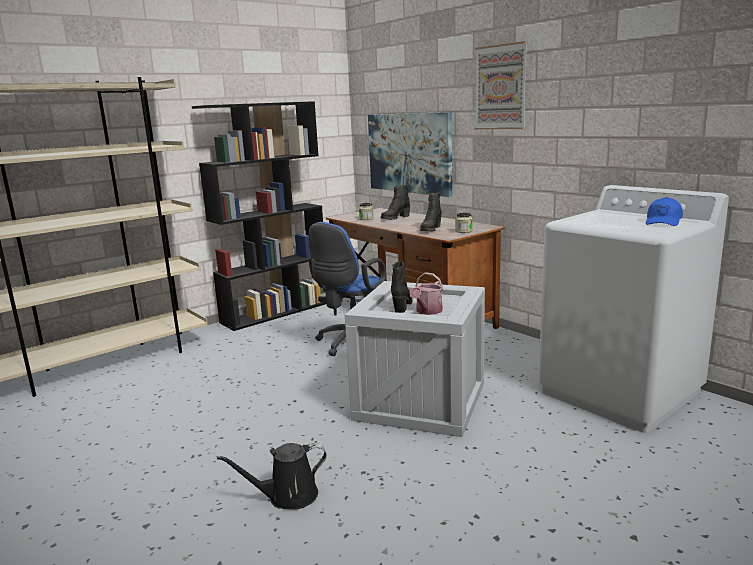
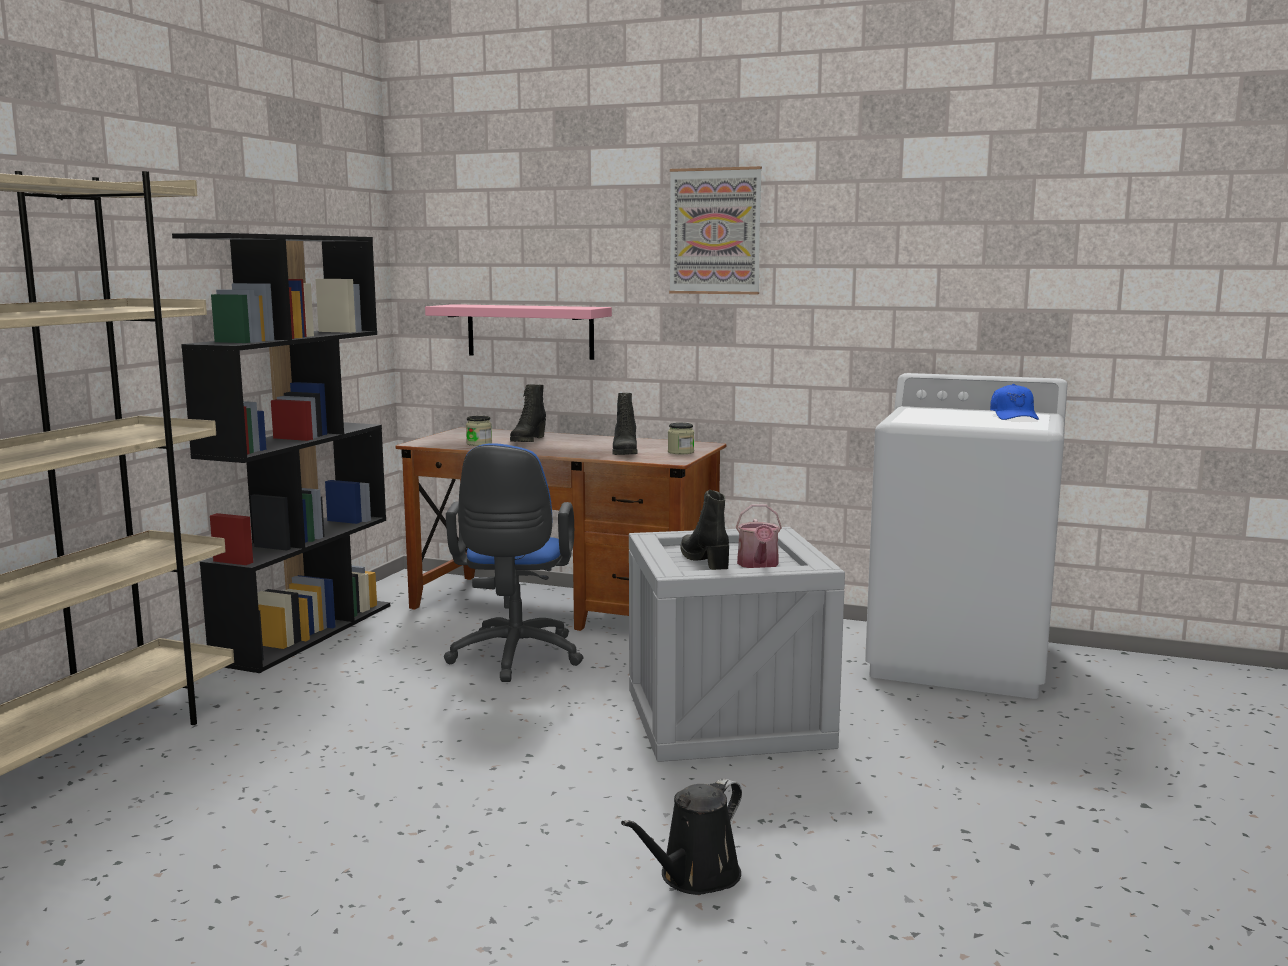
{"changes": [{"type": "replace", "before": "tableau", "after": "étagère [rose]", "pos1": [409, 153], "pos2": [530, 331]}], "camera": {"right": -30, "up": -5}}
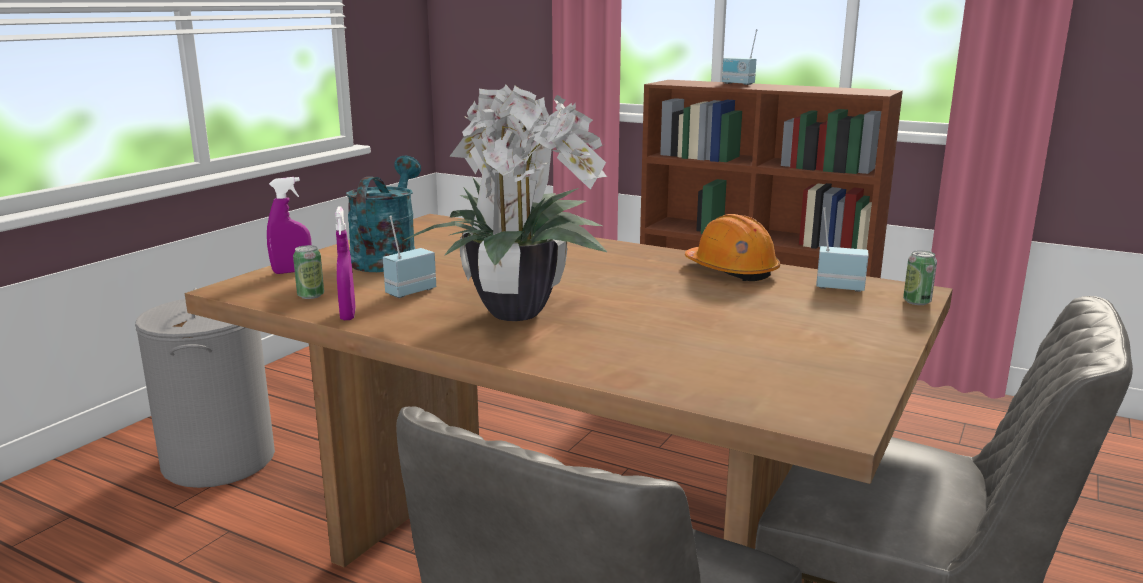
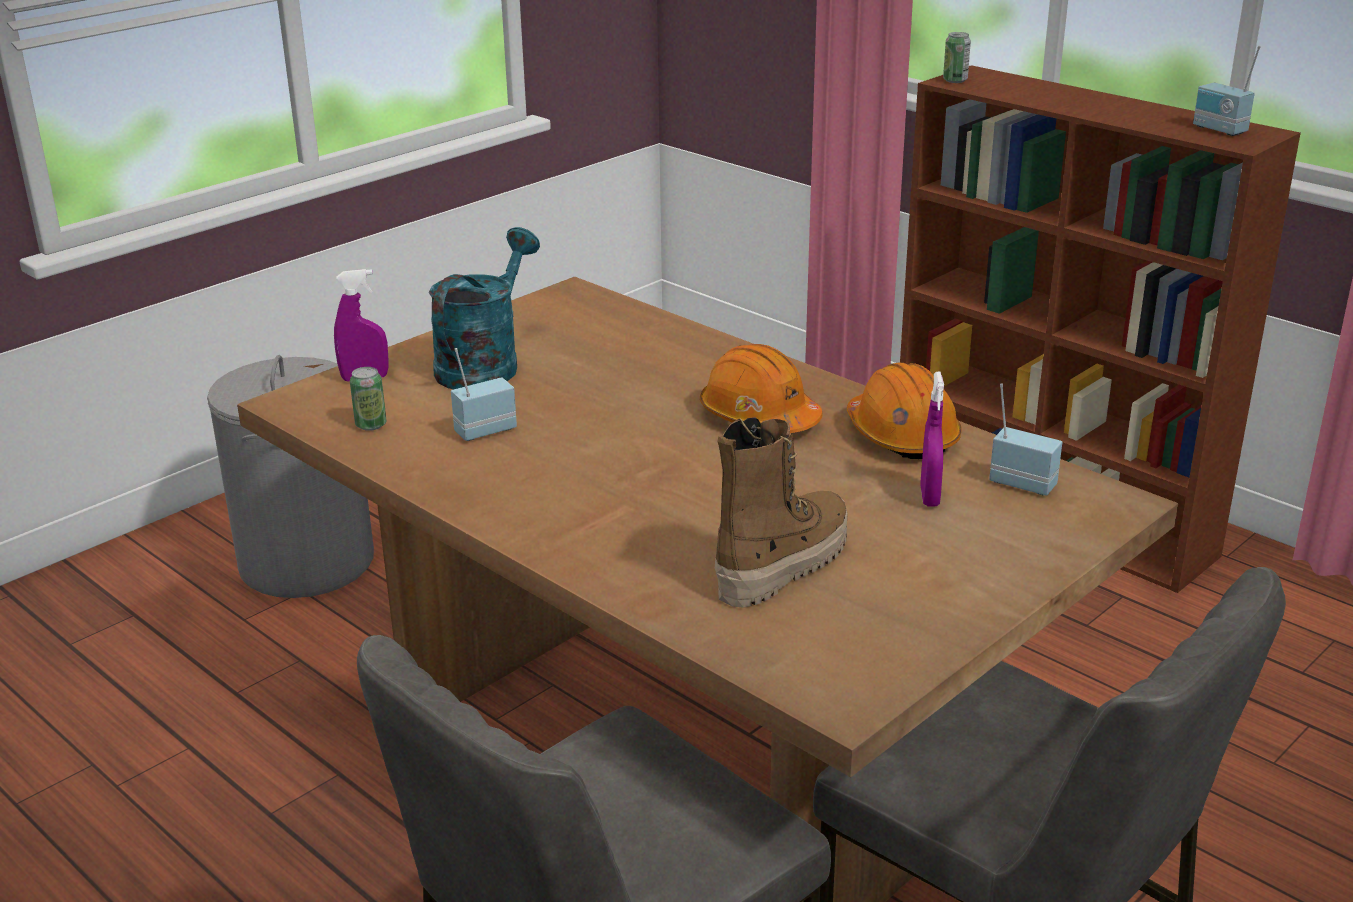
{"changes": [{"type": "insert", "after": "casque de chantier [orange]", "pos2": [759, 417]}, {"type": "insert", "after": "botte", "pos2": [781, 565]}, {"type": "move", "before": "vaporisateur [violet]", "pos1": [348, 315], "pos2": [929, 496]}, {"type": "move", "before": "boîte métallique", "pos1": [917, 302], "pos2": [955, 80]}, {"type": "move", "before": "radio", "pos1": [737, 84], "pos2": [1218, 130]}, {"type": "delete", "before": "plante en pot", "pos1": [513, 310]}], "camera": {"right": 15, "up": 10}}
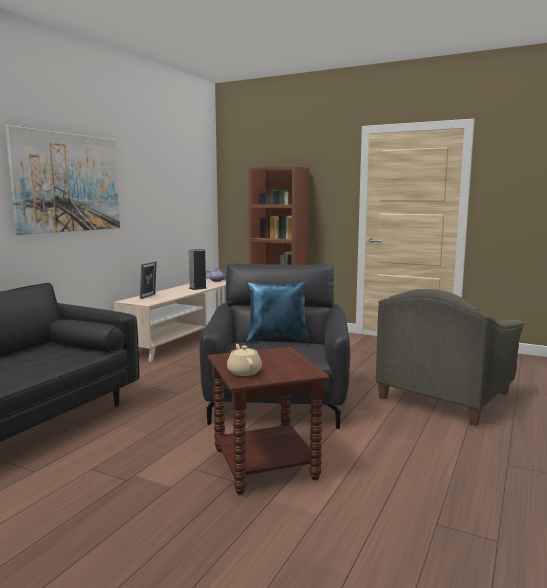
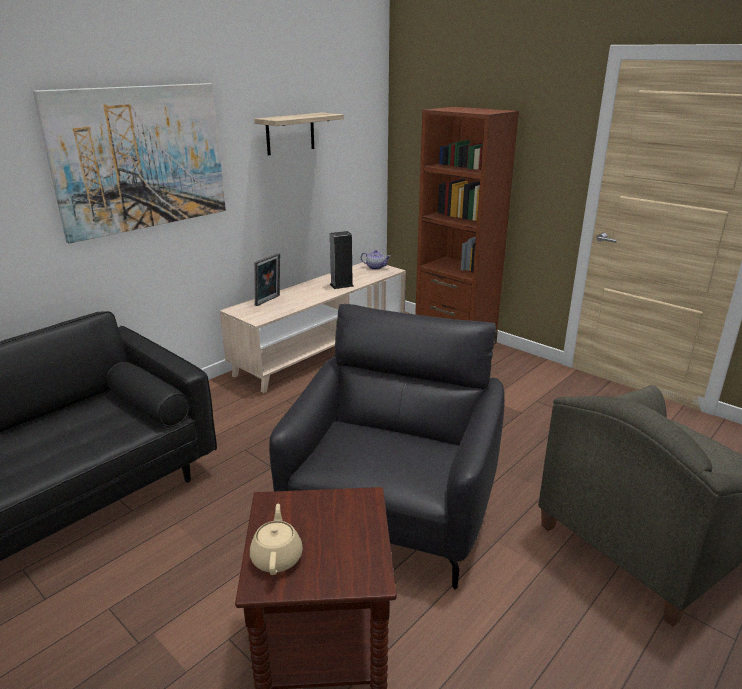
{"changes": [{"type": "insert", "after": "étagère", "pos2": [290, 133]}, {"type": "delete", "before": "coussin [bleu]", "pos1": [277, 340]}], "camera": {"right": 15, "up": 15}}
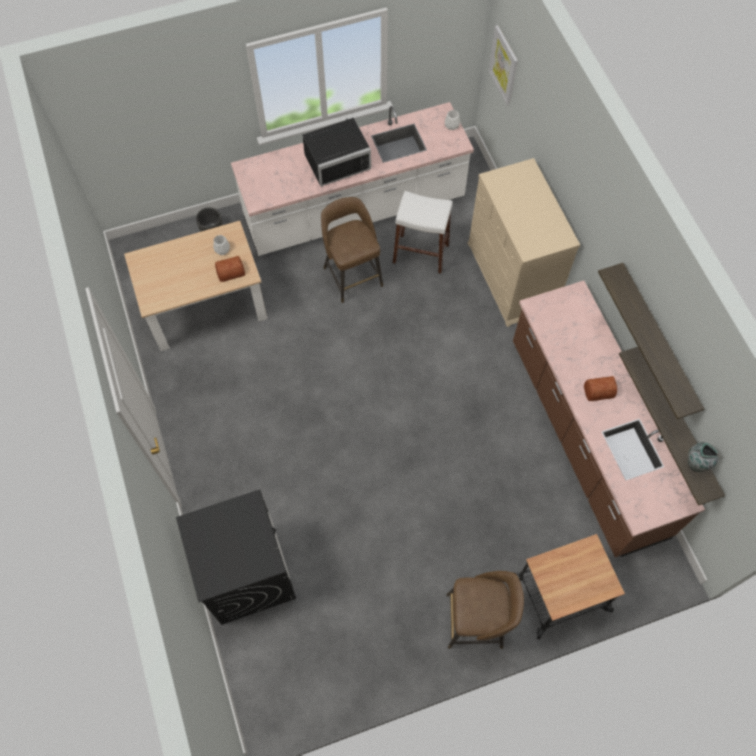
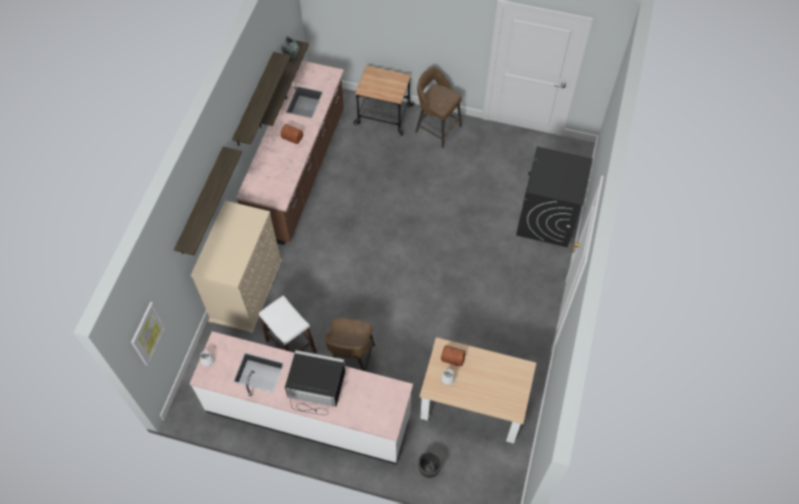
{"changes": [{"type": "insert", "after": "étagère", "pos2": [201, 202]}], "camera": {"right": -145, "up": -5}}
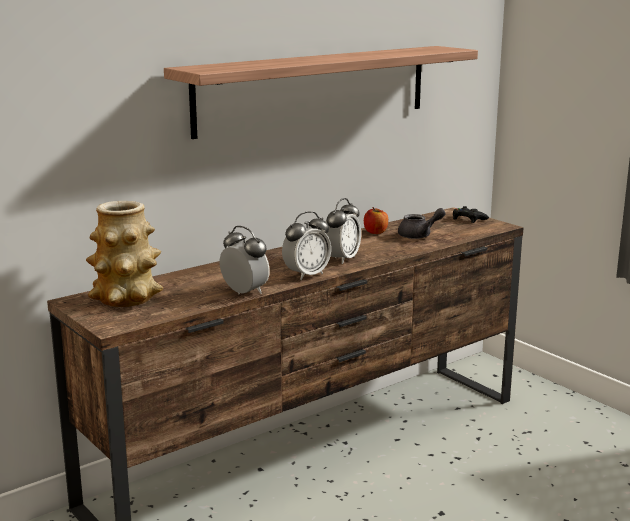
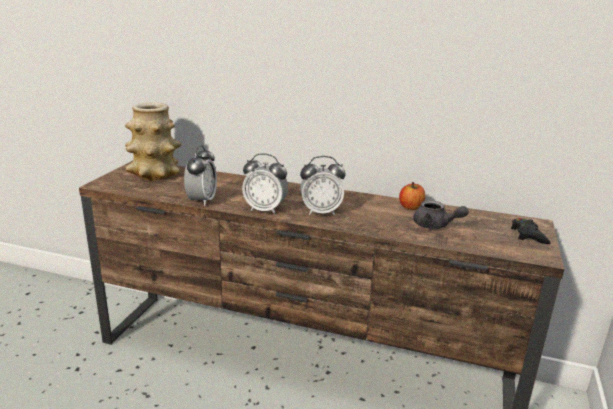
{"changes": [{"type": "delete", "before": "étagère", "pos1": [315, 89]}], "camera": {"right": 55, "up": 5}}
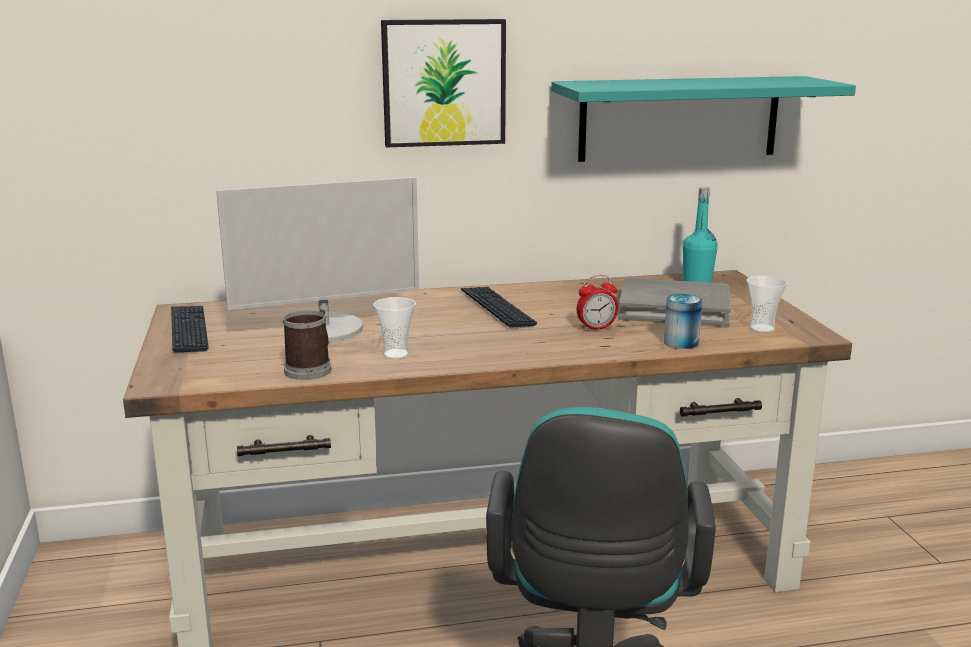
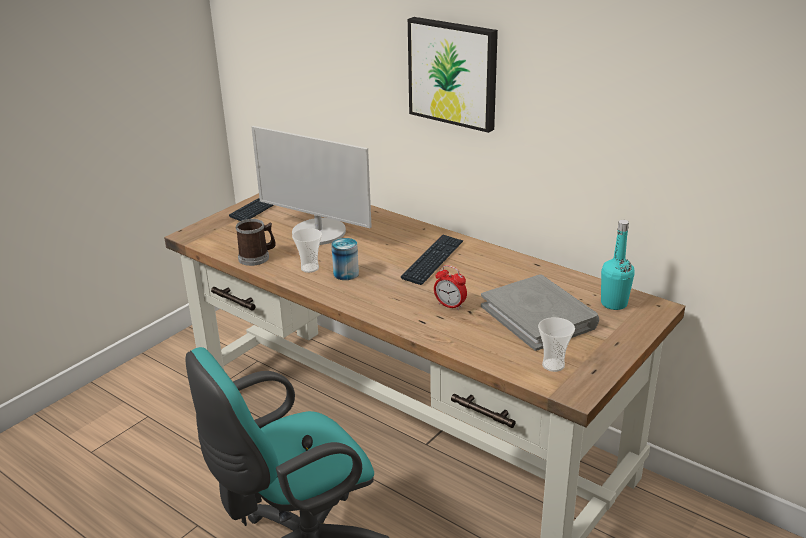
{"changes": [{"type": "move", "before": "boîte métallique", "pos1": [681, 342], "pos2": [346, 273]}, {"type": "delete", "before": "étagère [turquoise]", "pos1": [679, 118]}], "camera": {"right": 50, "up": 10}}
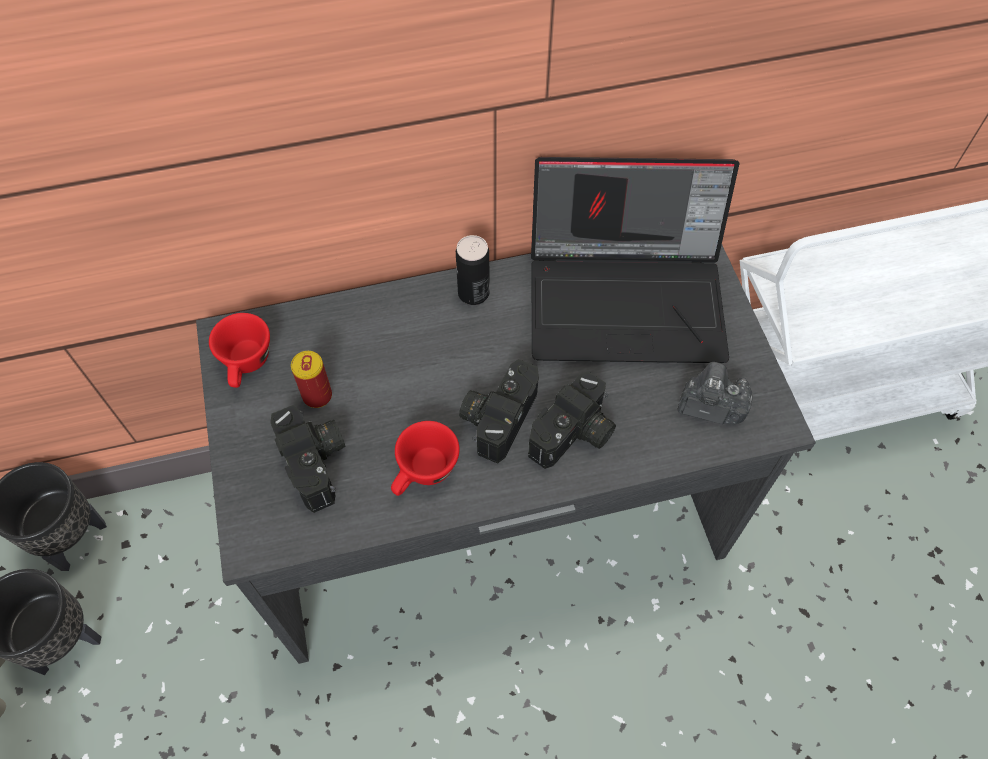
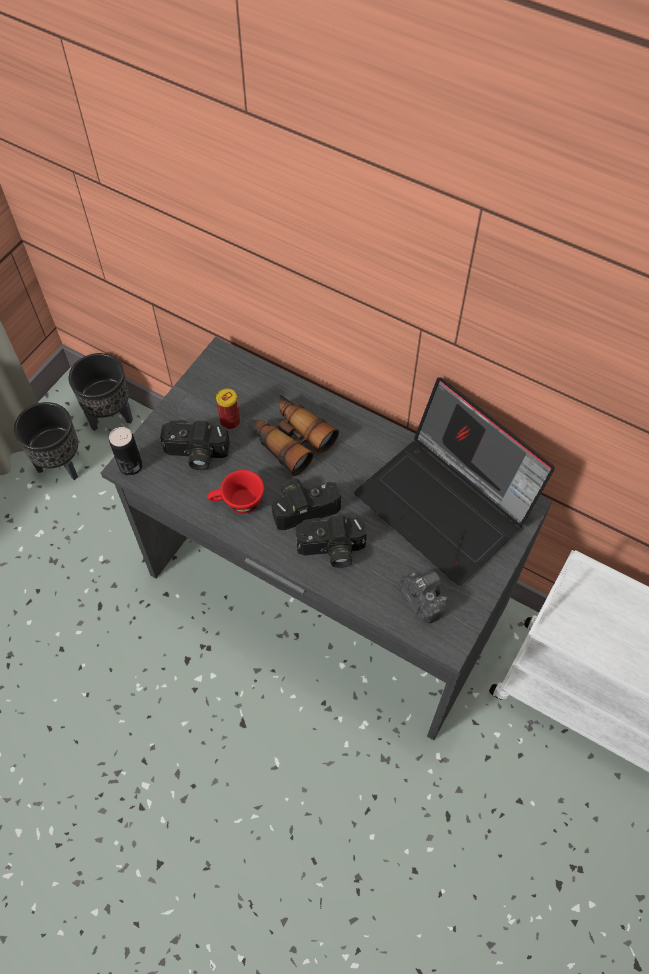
{"changes": [{"type": "move", "before": "boîte métallique", "pos1": [473, 293], "pos2": [130, 466]}, {"type": "rotate", "before": "appareil photo", "pos1": [318, 463], "pos2": [195, 454], "turn": 75}, {"type": "insert", "after": "jumelles", "pos2": [290, 439]}, {"type": "delete", "before": "tasse [rouge]", "pos1": [247, 365]}], "camera": {"right": 45, "up": 0}}
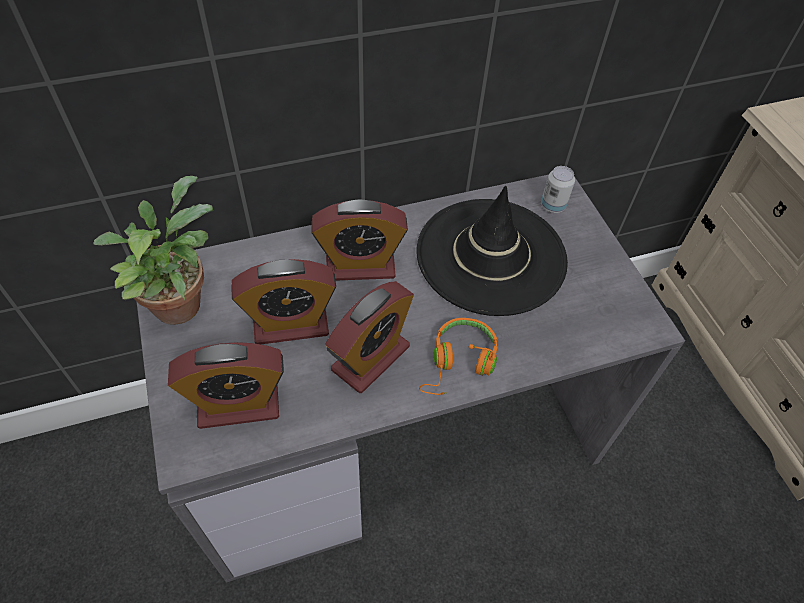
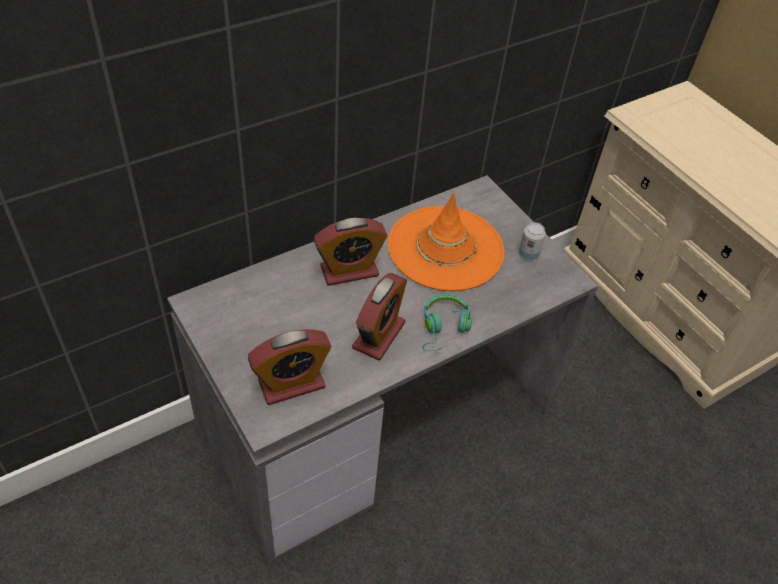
{"changes": [{"type": "recolor", "before": "chapeau [noir]", "after": "chapeau [orange]", "pos1": [491, 256], "pos2": [445, 248]}, {"type": "recolor", "before": "casque audio [orange]", "after": "casque audio [turquoise]", "pos1": [459, 363], "pos2": [444, 327]}, {"type": "move", "before": "boîte métallique", "pos1": [553, 206], "pos2": [528, 254]}, {"type": "delete", "before": "plante en pot", "pos1": [178, 300]}, {"type": "delete", "before": "réveil", "pos1": [290, 324]}], "camera": {"right": -15, "up": -5}}
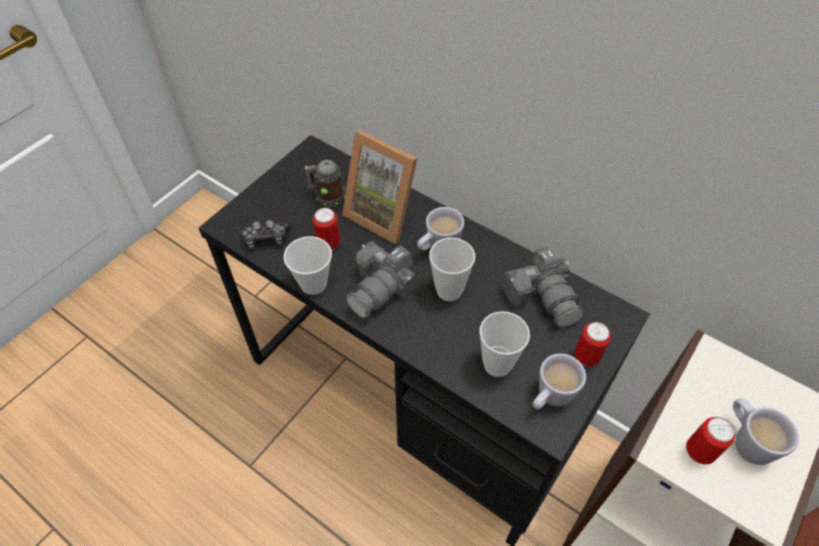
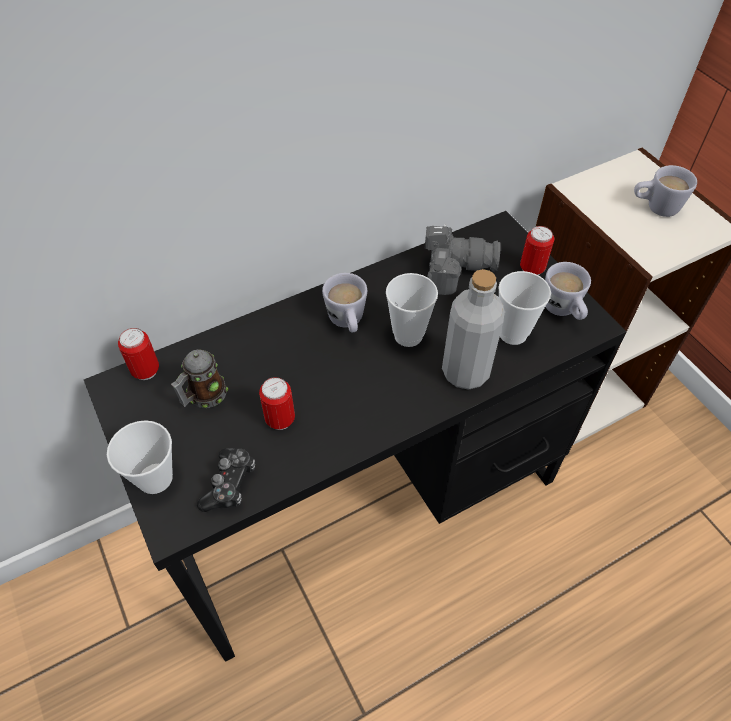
{"changes": [{"type": "move", "before": "tasse", "pos1": [313, 284], "pos2": [155, 478]}, {"type": "move", "before": "boîte métallique", "pos1": [699, 452], "pos2": [146, 371]}, {"type": "insert", "after": "bouteille [gris]", "pos2": [465, 372]}, {"type": "delete", "before": "cadre photo", "pos1": [384, 213]}, {"type": "delete", "before": "appareil photo", "pos1": [381, 289]}], "camera": {"right": -65, "up": 0}}
